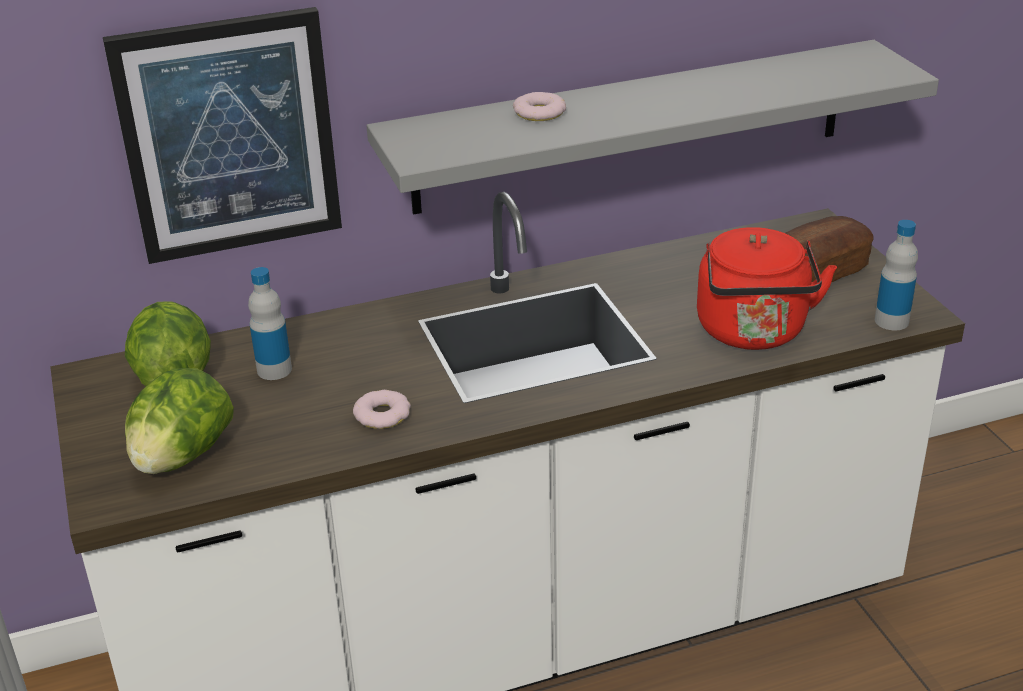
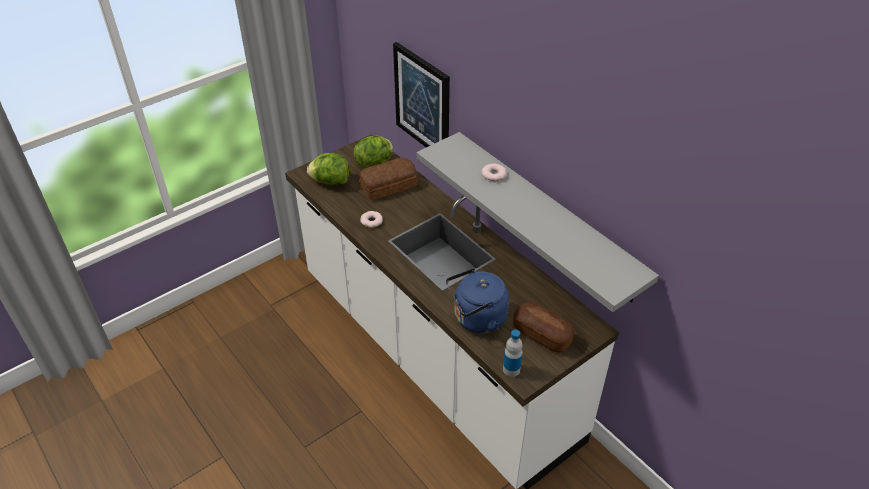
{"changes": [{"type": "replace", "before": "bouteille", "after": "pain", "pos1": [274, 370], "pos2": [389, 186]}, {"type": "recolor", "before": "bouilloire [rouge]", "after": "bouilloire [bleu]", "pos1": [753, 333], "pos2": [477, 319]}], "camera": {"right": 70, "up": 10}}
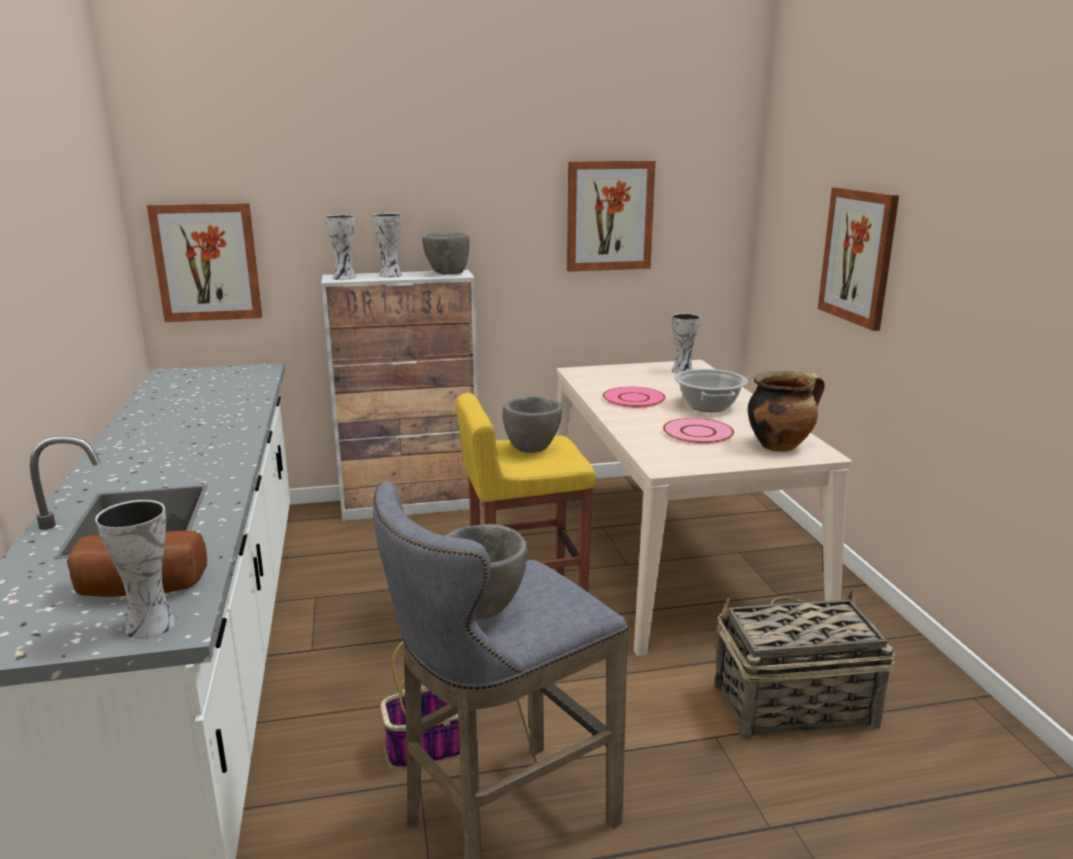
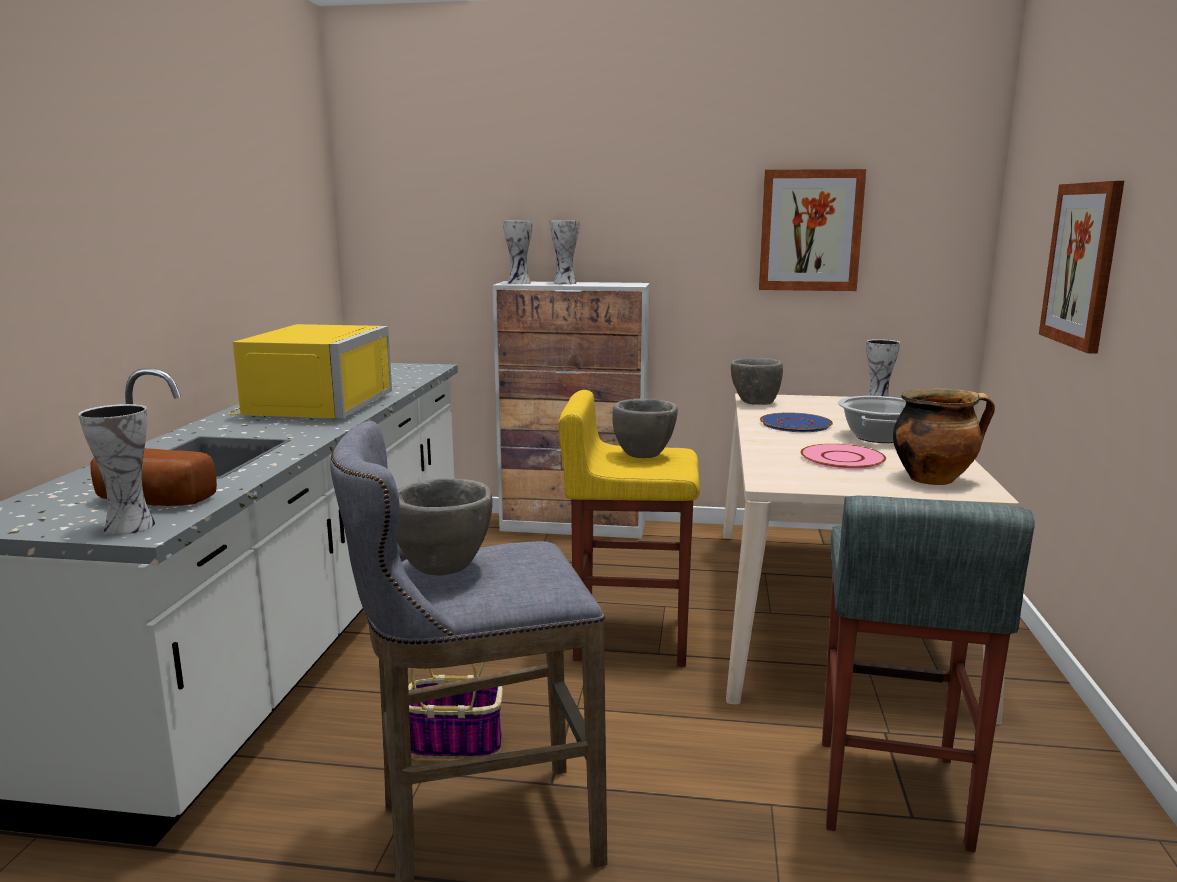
{"changes": [{"type": "insert", "after": "micro-ondes [jaune]", "pos2": [311, 406]}, {"type": "move", "before": "bol [gris]", "pos1": [447, 273], "pos2": [754, 403]}, {"type": "recolor", "before": "assiette [rose]", "after": "assiette [bleu]", "pos1": [634, 398], "pos2": [796, 424]}, {"type": "replace", "before": "panier", "after": "tabouret [gris]", "pos1": [792, 705], "pos2": [889, 793]}, {"type": "delete", "before": "tableau", "pos1": [207, 262]}], "camera": {"right": 20, "up": -5}}
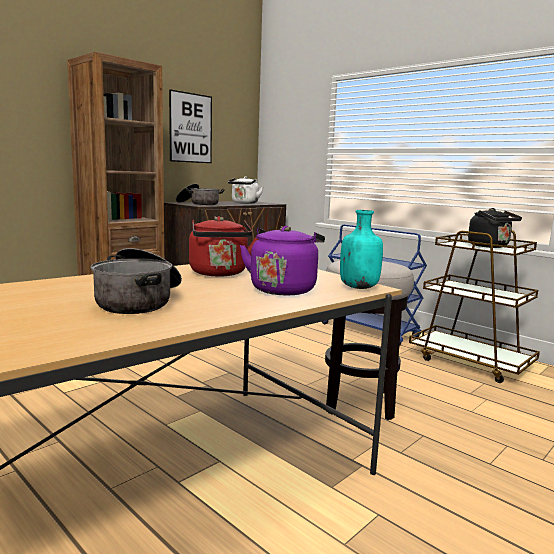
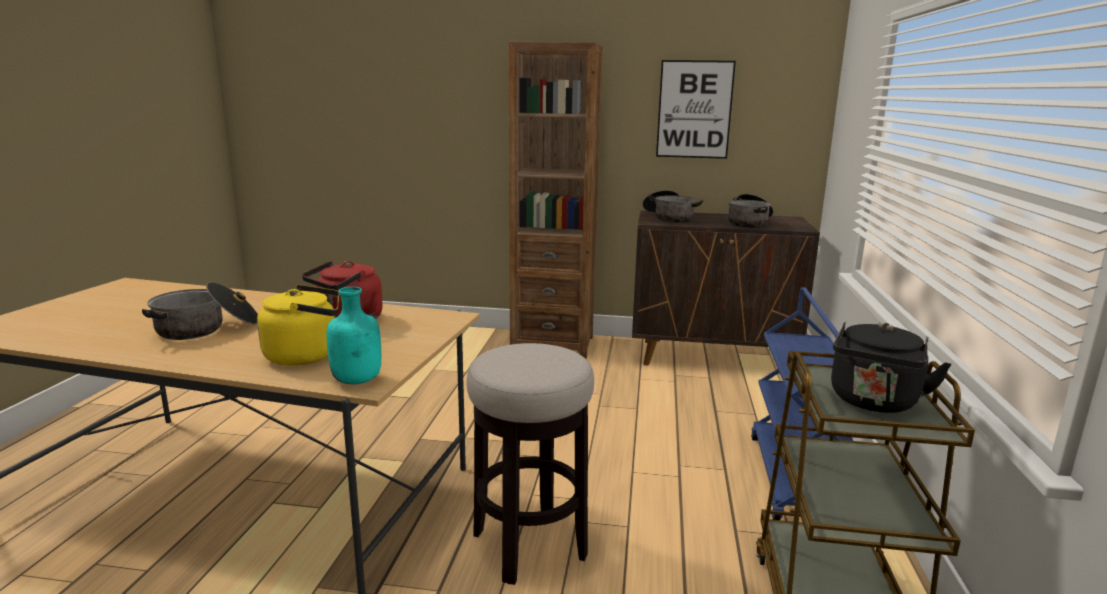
{"changes": [{"type": "recolor", "before": "bouilloire [violet]", "after": "bouilloire [jaune]", "pos1": [283, 289], "pos2": [306, 355]}, {"type": "replace", "before": "bouilloire [blanc]", "after": "marmite", "pos1": [244, 203], "pos2": [749, 223]}], "camera": {"right": 55, "up": 5}}
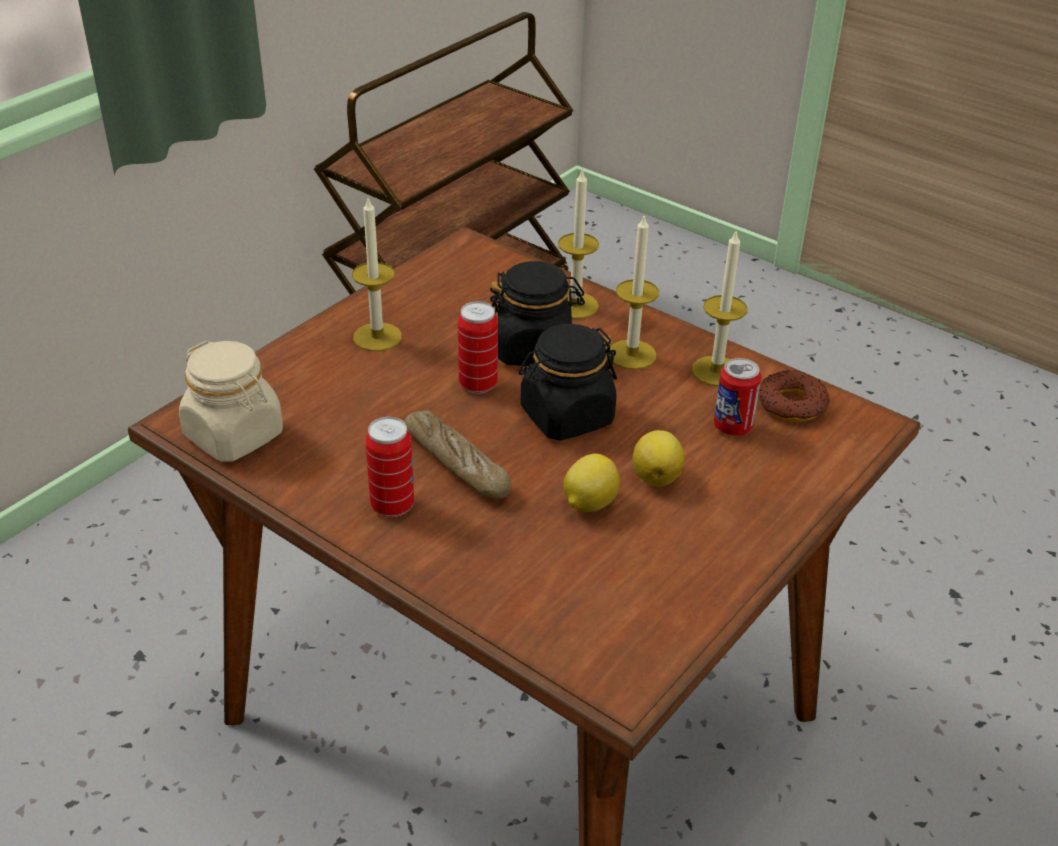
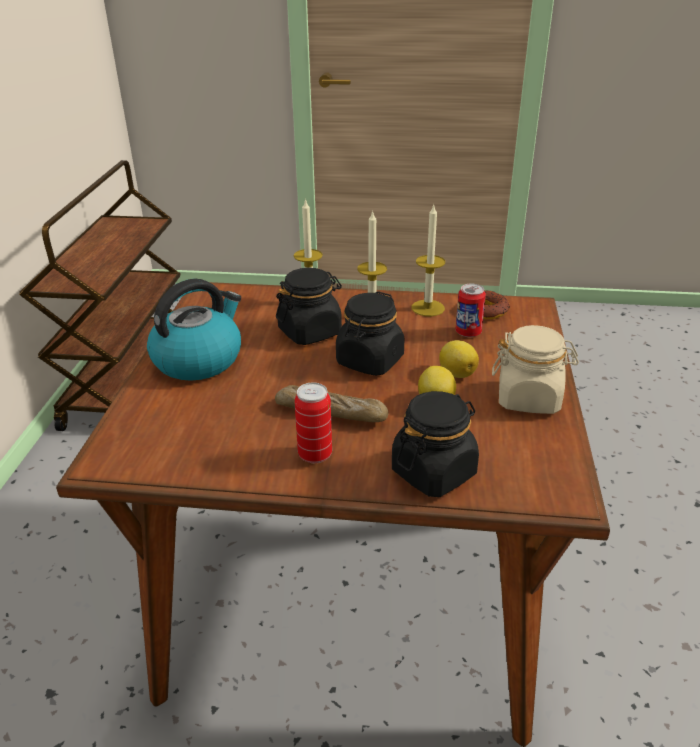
{"changes": [{"type": "replace", "before": "bougie", "after": "bouilloire", "pos1": [377, 337], "pos2": [199, 359]}, {"type": "insert", "after": "bocal [noir]", "pos2": [434, 472]}, {"type": "move", "before": "bocal [beige]", "pos1": [234, 435], "pos2": [529, 398]}, {"type": "delete", "before": "boîte métallique", "pos1": [478, 384]}], "camera": {"right": -30, "up": -5}}
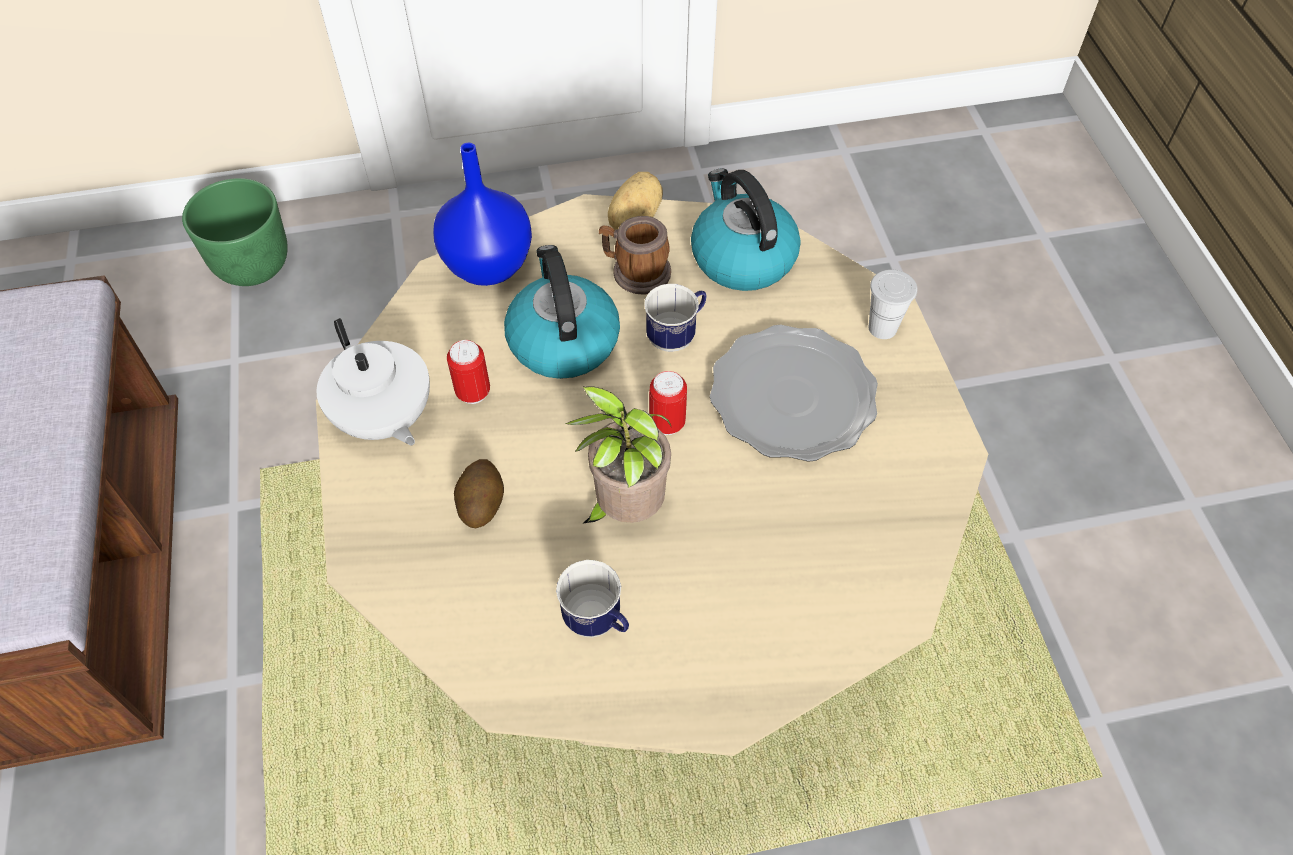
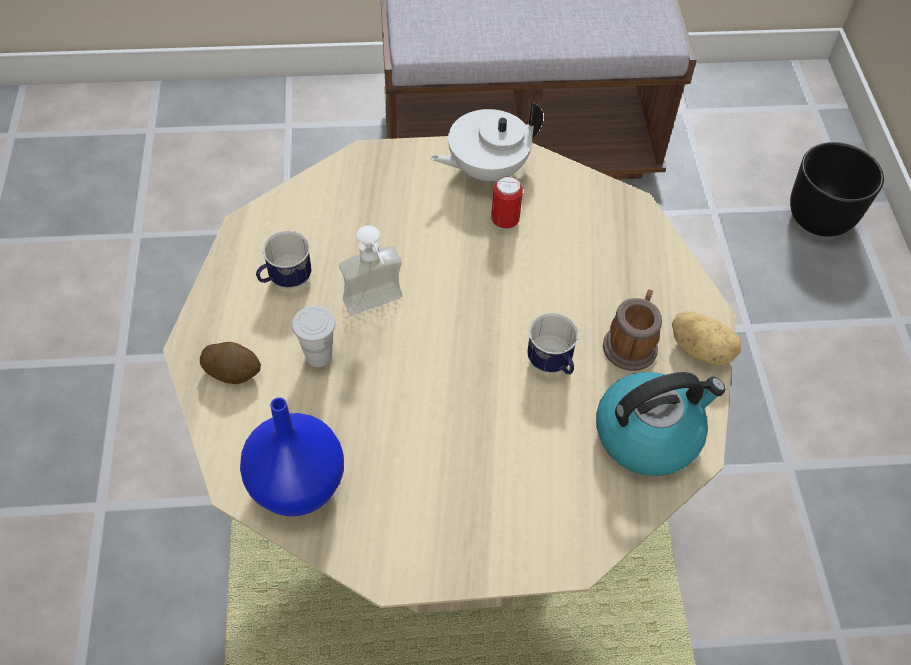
{"changes": [{"type": "move", "before": "pomme de terre", "pos1": [481, 503], "pos2": [233, 371]}, {"type": "move", "before": "vase [bleu]", "pos1": [490, 265], "pos2": [298, 487]}, {"type": "move", "before": "tasse [blanc]", "pos1": [882, 328], "pos2": [318, 356]}, {"type": "replace", "before": "plante en pot", "after": "distributeur de savon", "pos1": [625, 509], "pos2": [377, 308]}, {"type": "recolor", "before": "cache-pot [vert]", "after": "cache-pot [noir]", "pos1": [253, 265], "pos2": [820, 218]}, {"type": "delete", "before": "bouilloire", "pos1": [562, 340]}, {"type": "delete", "before": "boîte métallique", "pos1": [667, 423]}, {"type": "delete", "before": "assiette", "pos1": [791, 397]}], "camera": {"right": 95, "up": 0}}
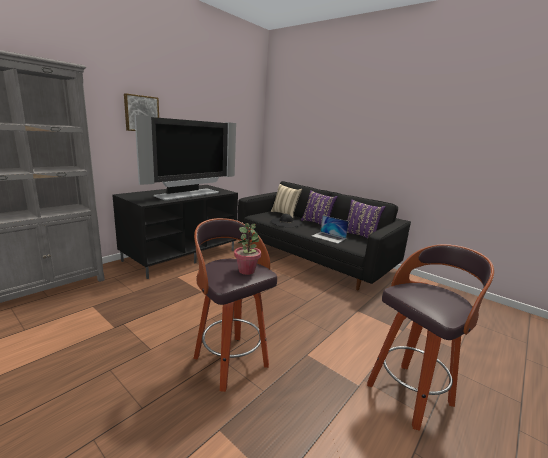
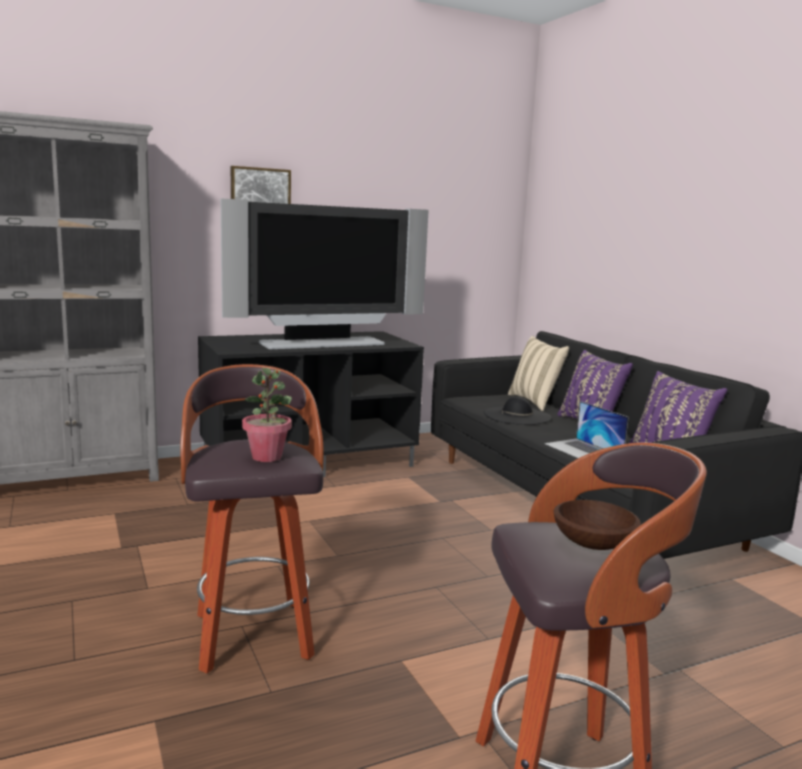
{"changes": [{"type": "insert", "after": "bol [marron]", "pos2": [593, 544]}], "camera": {"right": 25, "up": -5}}
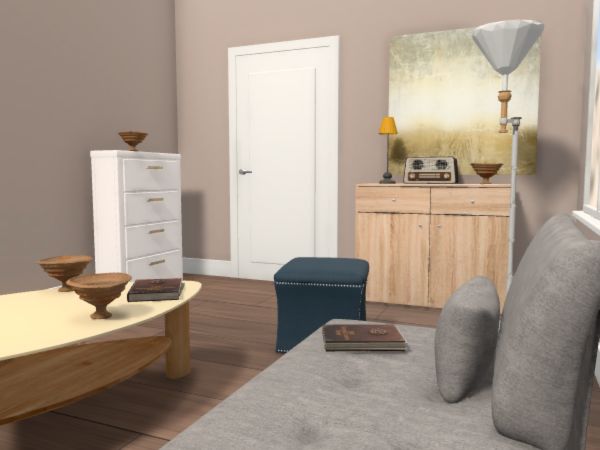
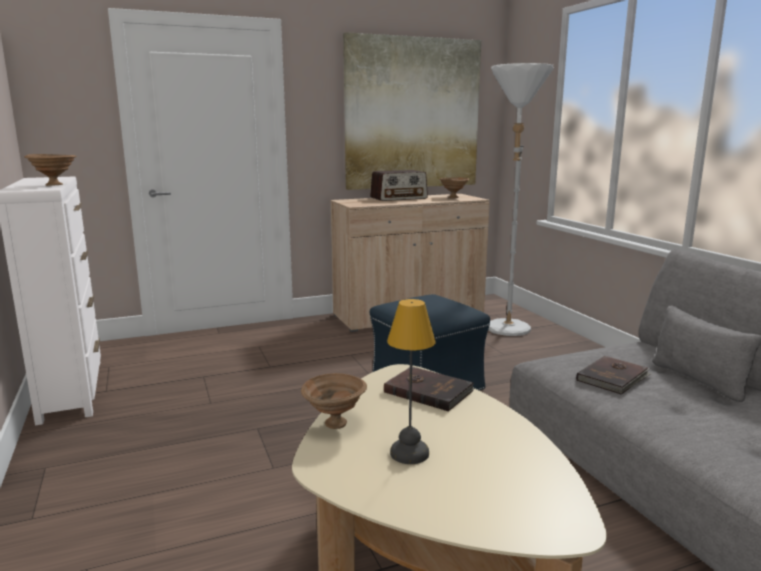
{"changes": [{"type": "move", "before": "lampe de table", "pos1": [387, 183], "pos2": [410, 453]}, {"type": "delete", "before": "bol [marron]", "pos1": [101, 317]}], "camera": {"right": -45, "up": 10}}
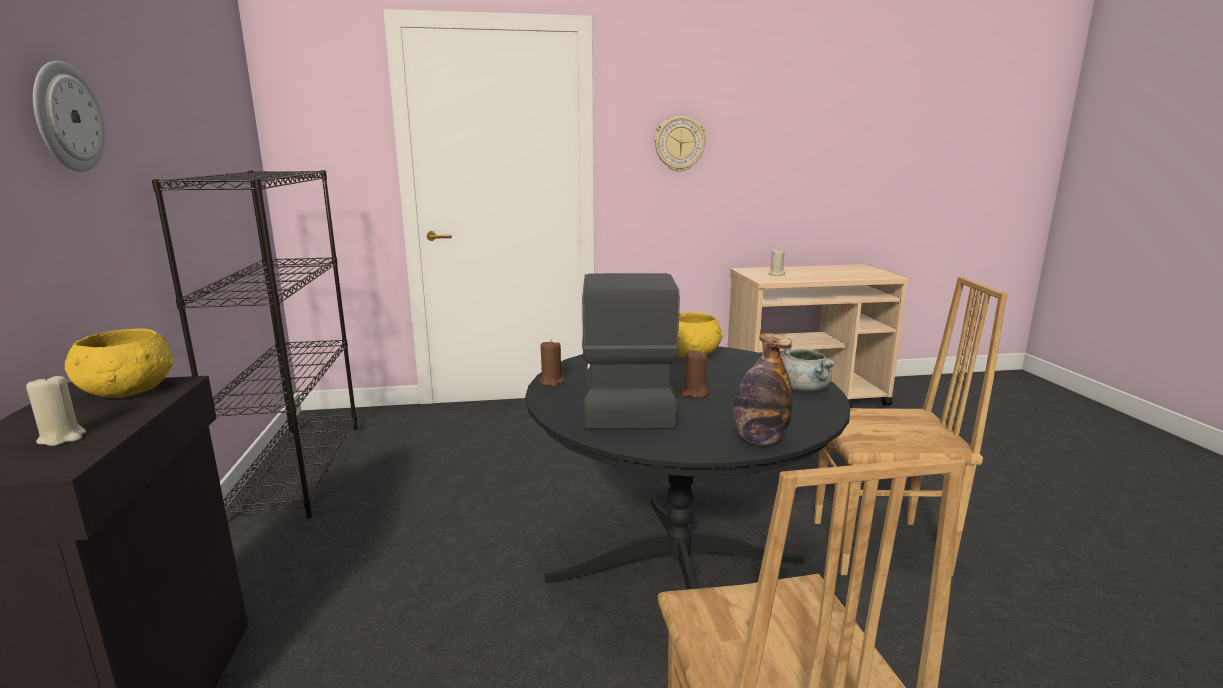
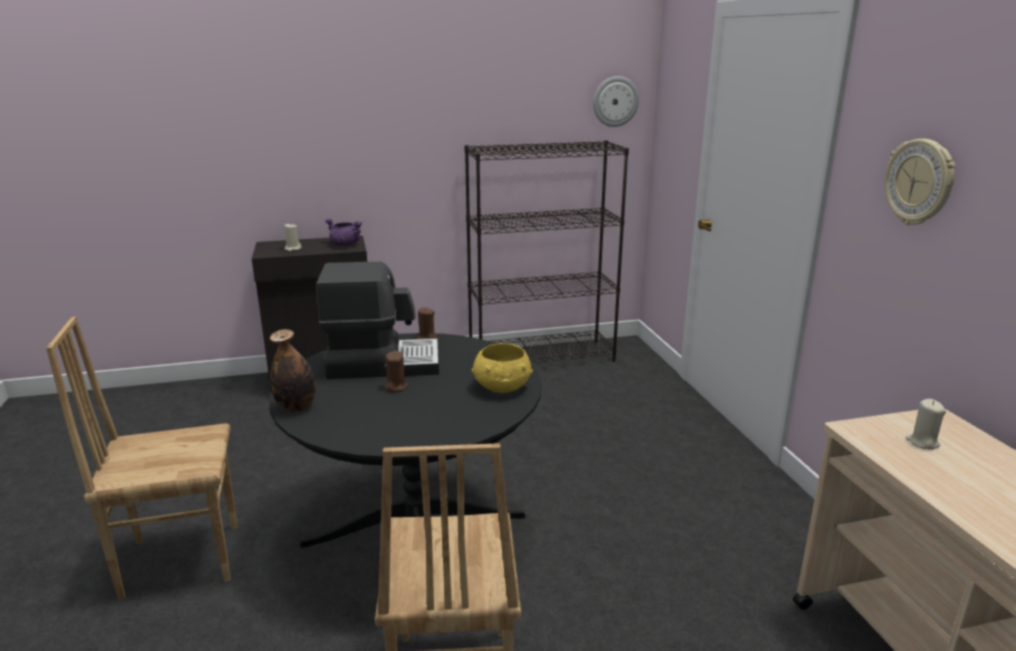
{"changes": [{"type": "replace", "before": "bol [jaune]", "after": "marmite [violet]", "pos1": [127, 392], "pos2": [344, 245]}, {"type": "move", "before": "horloge murale", "pos1": [66, 117], "pos2": [615, 101]}, {"type": "delete", "before": "marmite [gris]", "pos1": [804, 389]}], "camera": {"right": 85, "up": 5}}
